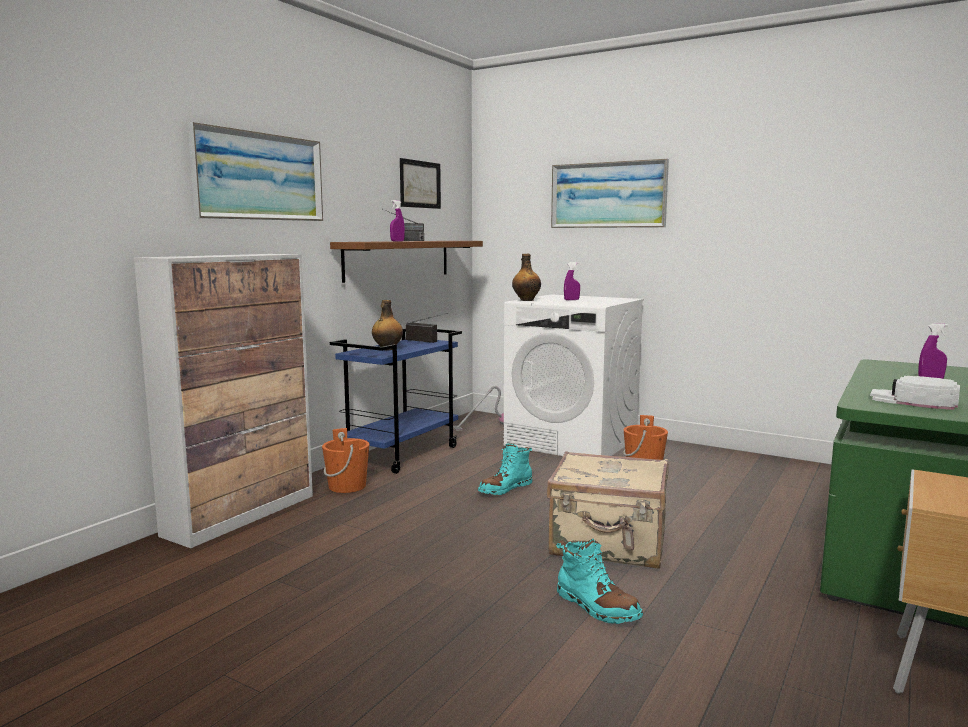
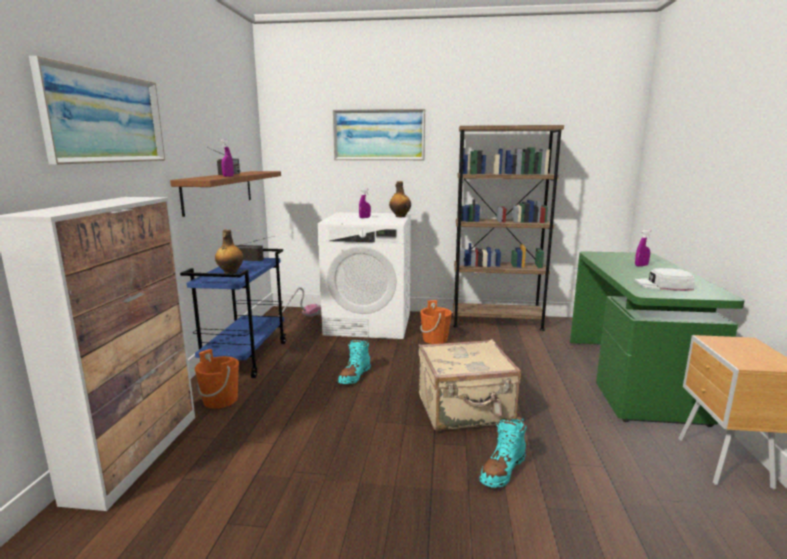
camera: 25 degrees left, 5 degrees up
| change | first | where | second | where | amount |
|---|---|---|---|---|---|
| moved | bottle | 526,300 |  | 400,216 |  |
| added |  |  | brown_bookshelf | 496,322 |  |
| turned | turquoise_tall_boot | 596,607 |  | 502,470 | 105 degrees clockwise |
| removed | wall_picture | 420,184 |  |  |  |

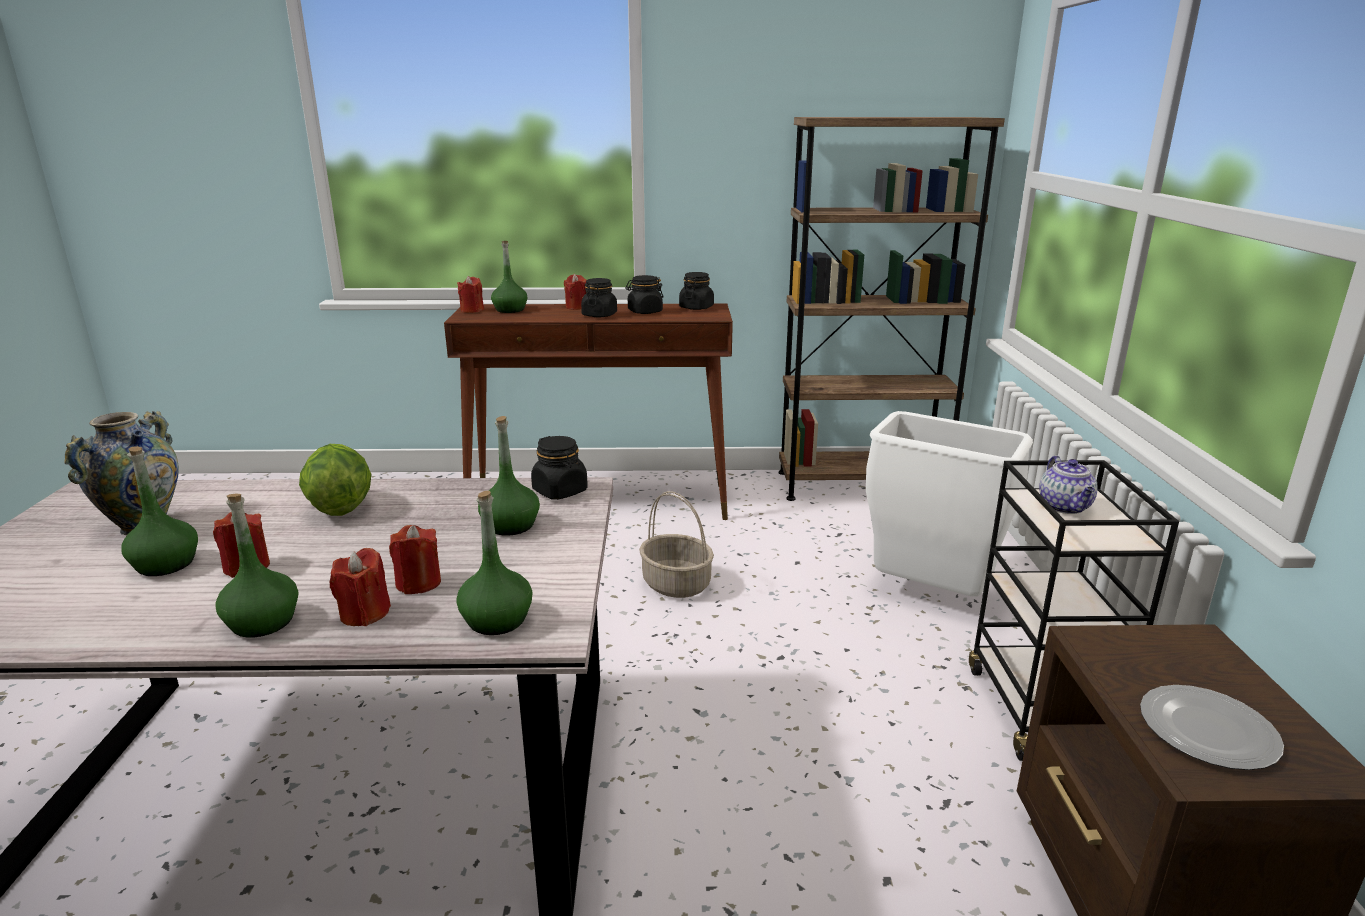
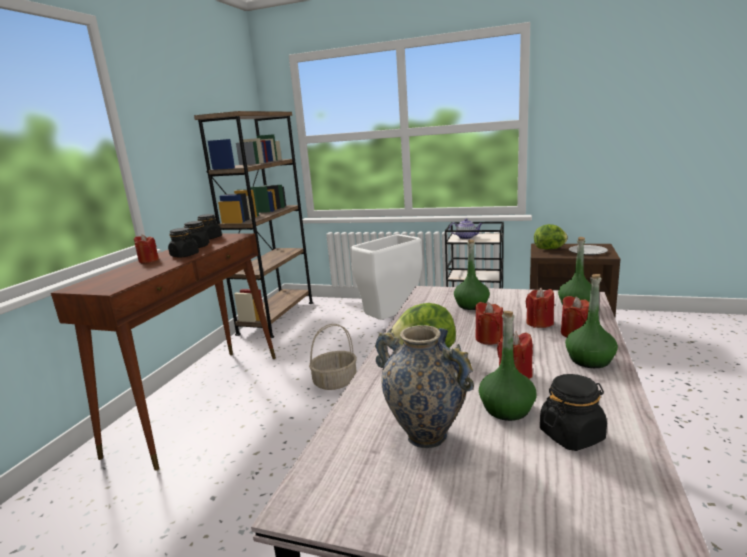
camera: 70 degrees left, 5 degrees down
| change | first | where | second | where | amount |
|---|---|---|---|---|---|
| moved | red-coloured_wax_candle | 472,310 |  | 489,338 |  |
| added |  |  | head_of_lettuce | 550,249 |  |
| moved | blackish_preserve_jar | 560,491 |  | 572,435 |  |
| removed | green_bottle | 510,310 |  |  |  |

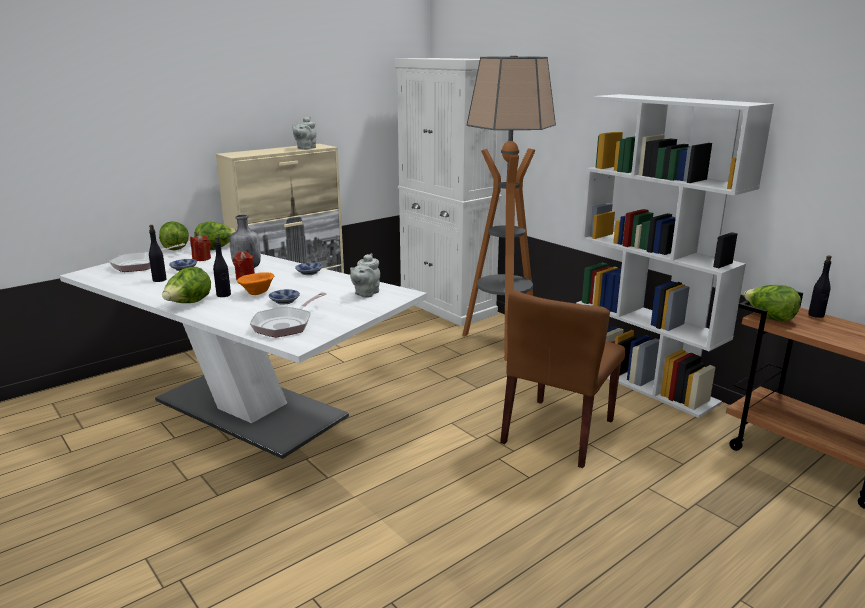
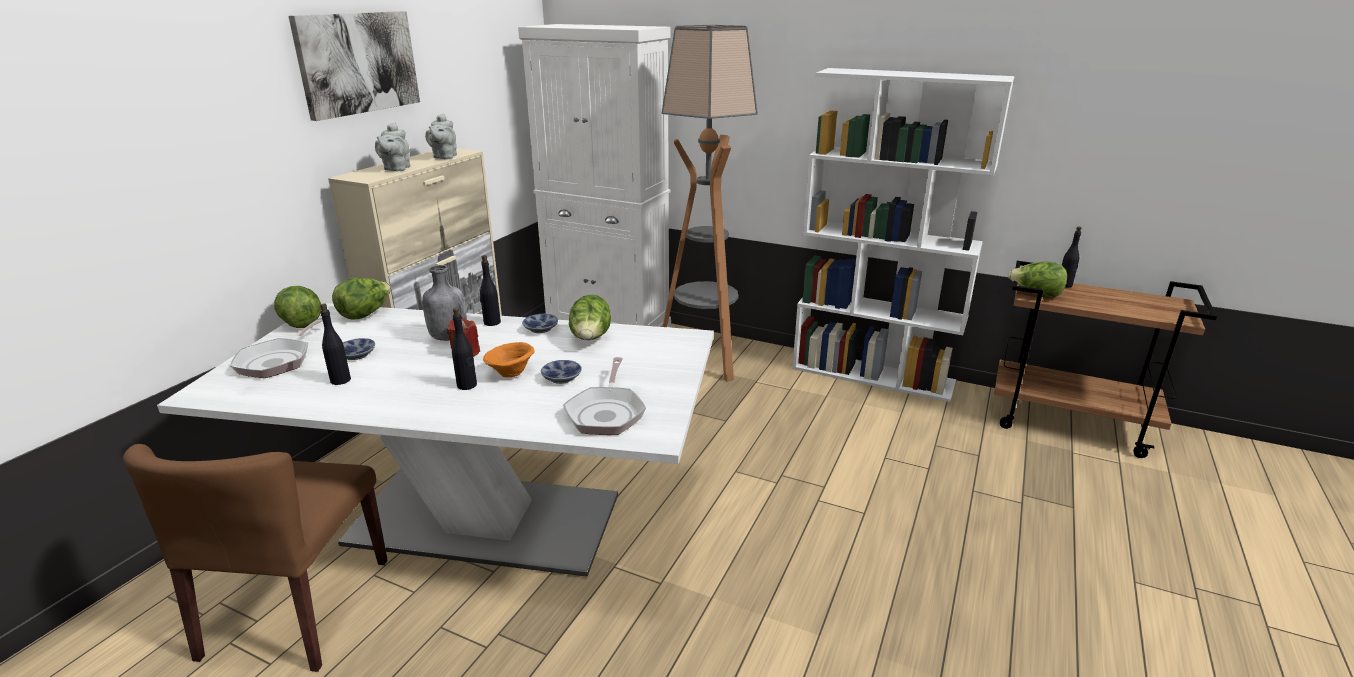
camera: 25 degrees left, 5 degrees up
| change | first | where | second | where | amount |
|---|---|---|---|---|---|
| moved | brown_chair | 558,432 |  | 297,608 |  |
| added |  |  | wall_picture | 358,63 |  |
| moved | grey_tea_pot | 365,293 |  | 396,169 |  |
| added |  |  | blackish_bottle | 492,322 |  |
| moved | head_of_lettuce | 189,304 |  | 591,339 |  |
| removed | red-coloured_wax_candle | 202,258 |  |  |  |

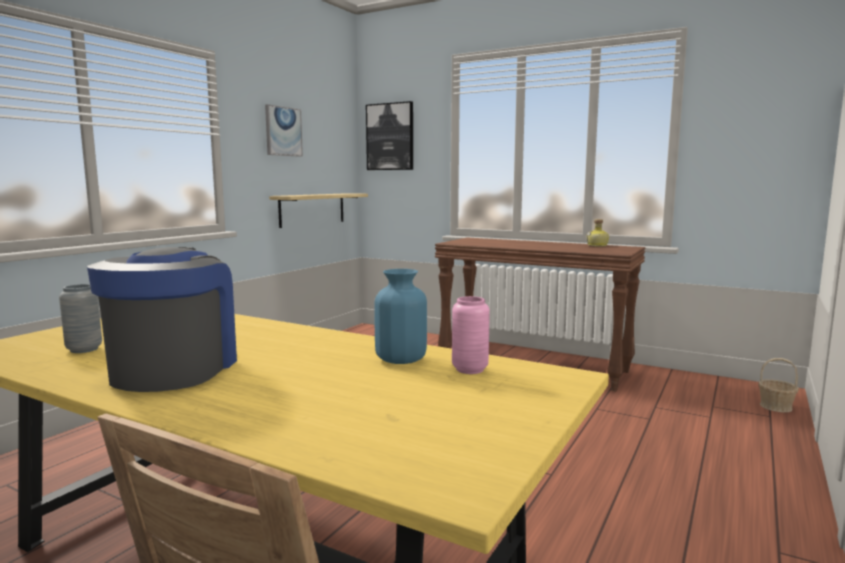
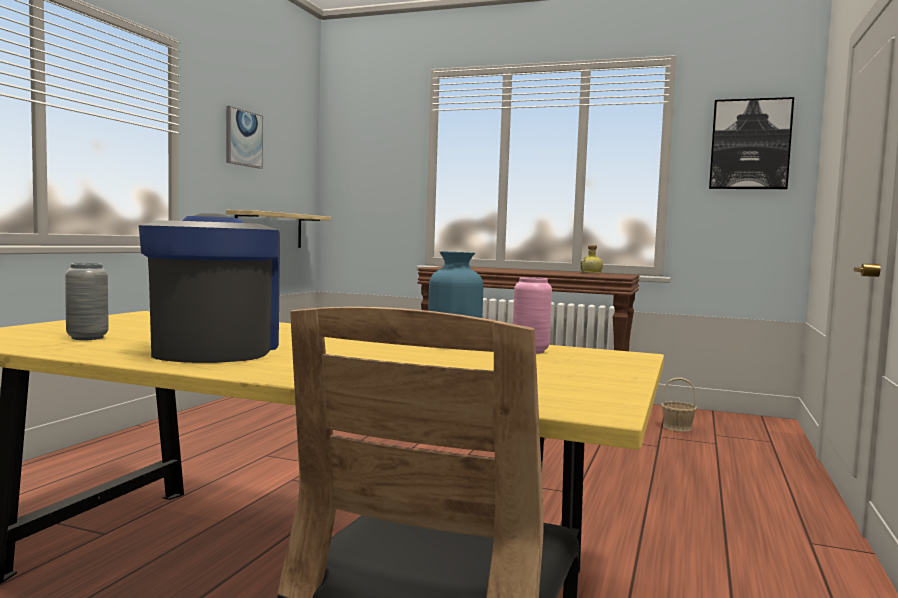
camera: 10 degrees left, 5 degrees down
| change | first | where | second | where | amount |
|---|---|---|---|---|---|
| moved | basket | 776,406 |  | 677,427 |  |
| moved | wall_picture | 390,137 |  | 750,144 |  |

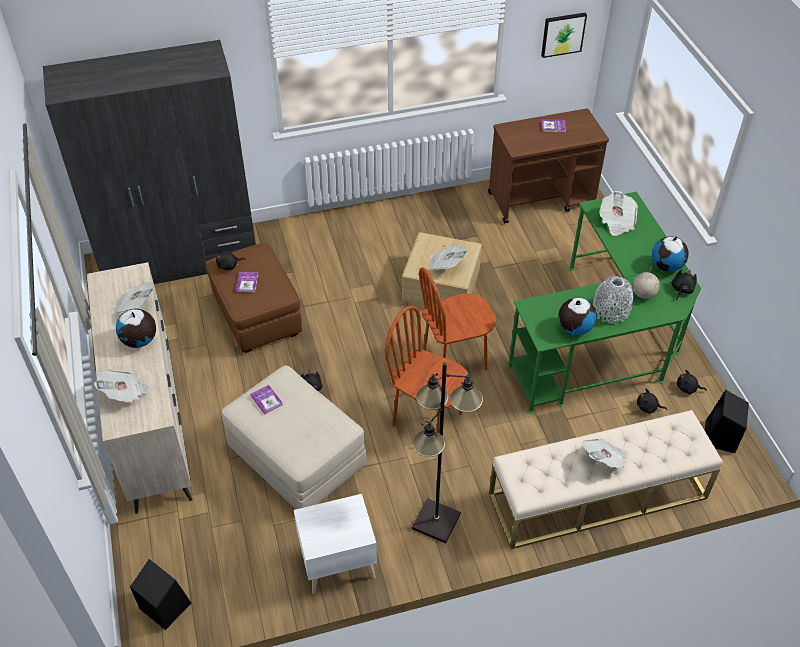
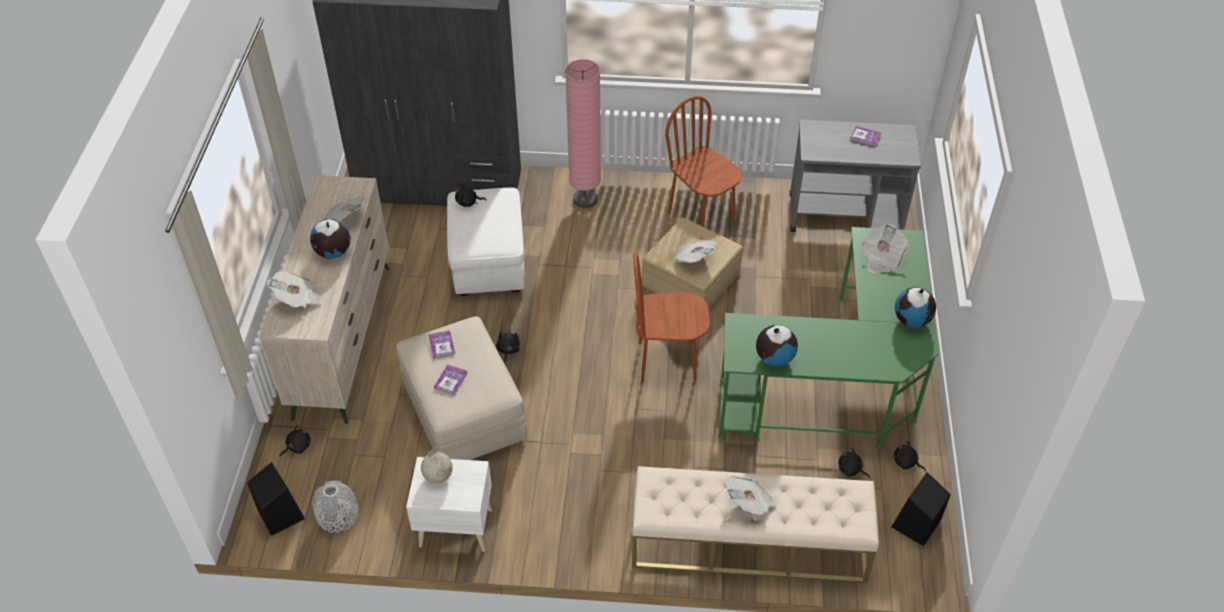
camera: 20 degrees right, 0 degrees up
| change | first | where | second | where | amount |
|---|---|---|---|---|---|
| moved | blackish_soft_toy | 681,290 |  | 297,446 |  |
| moved | grey_flower_vase | 610,310 |  | 338,515 |  |
| moved | desk_globe | 643,294 |  | 437,476 |  |
| moved | volume | 247,283 |  | 451,380 |  |
| recoloured | brown_ottoman | 257,316 | white_ottoman | 488,262 |  |
| added |  |  | pink-coloured_standing_lamp | 585,199 |  |
| moved | brown_chair | 427,419 |  | 701,216 |  |
| recoloured | brown_trolley | 541,199 | grey_trolley | 845,215 |  |
| removed | blackish_standing_lamp | 436,522 |  |  |  |
| removed | wall_picture | 563,34 |  |  |  |

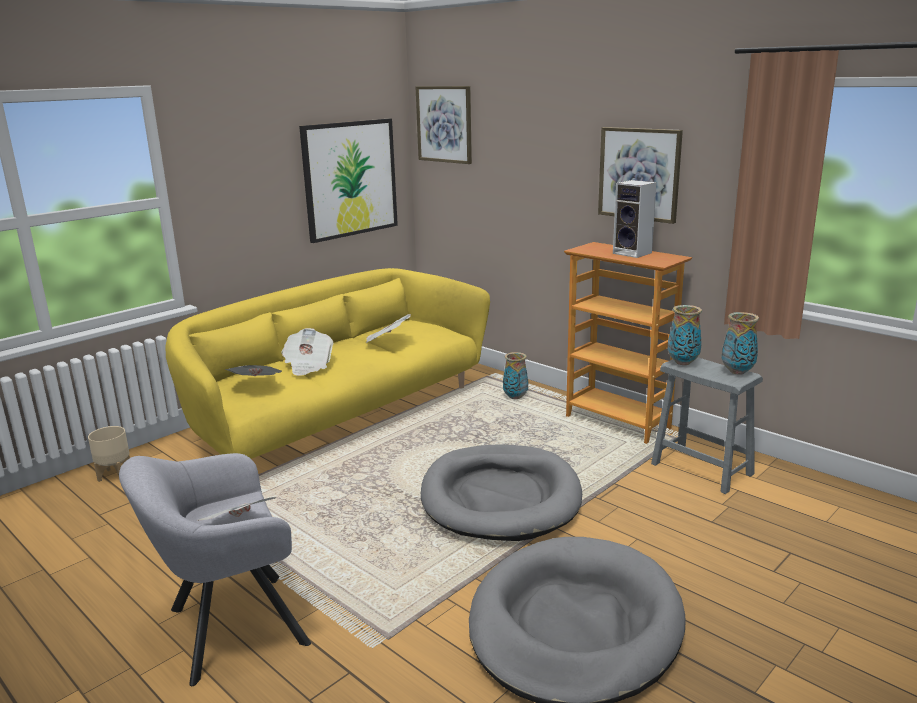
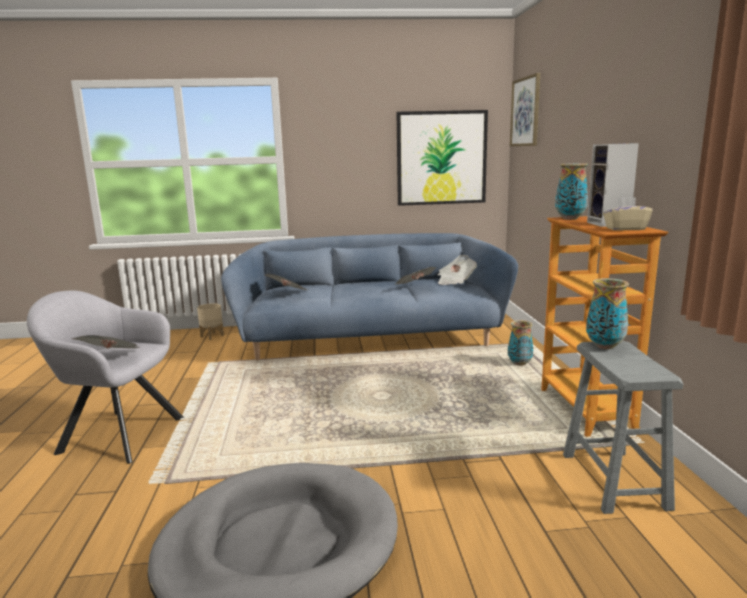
camera: 40 degrees right, 5 degrees down
| change | first | where | second | where | amount |
|---|---|---|---|---|---|
| recoloured | yellow-coloured_sofa | 337,417 | blue-coloured_sofa | 370,340 |  |
| moved | printed_paper | 308,365 |  | 455,281 |  |
| moved | flower_vase | 737,372 |  | 569,219 |  |
| added |  |  | beige-coloured_box_of_tissues | 625,229 |  |
| removed | grey_dog_cushion | 500,497 |  |  |  |
| removed | wall_picture | 639,174 |  |  |  |

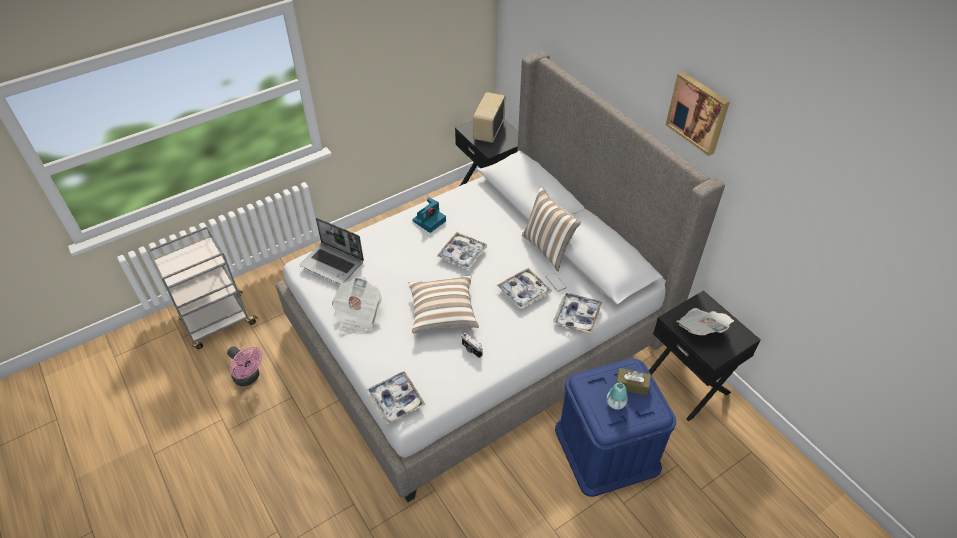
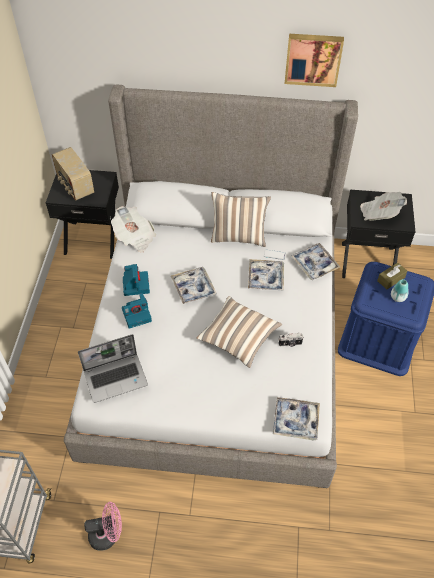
camera: 50 degrees left, 5 degrees up
| change | first | where | second | where | amount |
|---|---|---|---|---|---|
| moved | printed_paper | 357,315 |  | 135,237 |  |
| added |  |  | photo_camera | 137,314 |  |

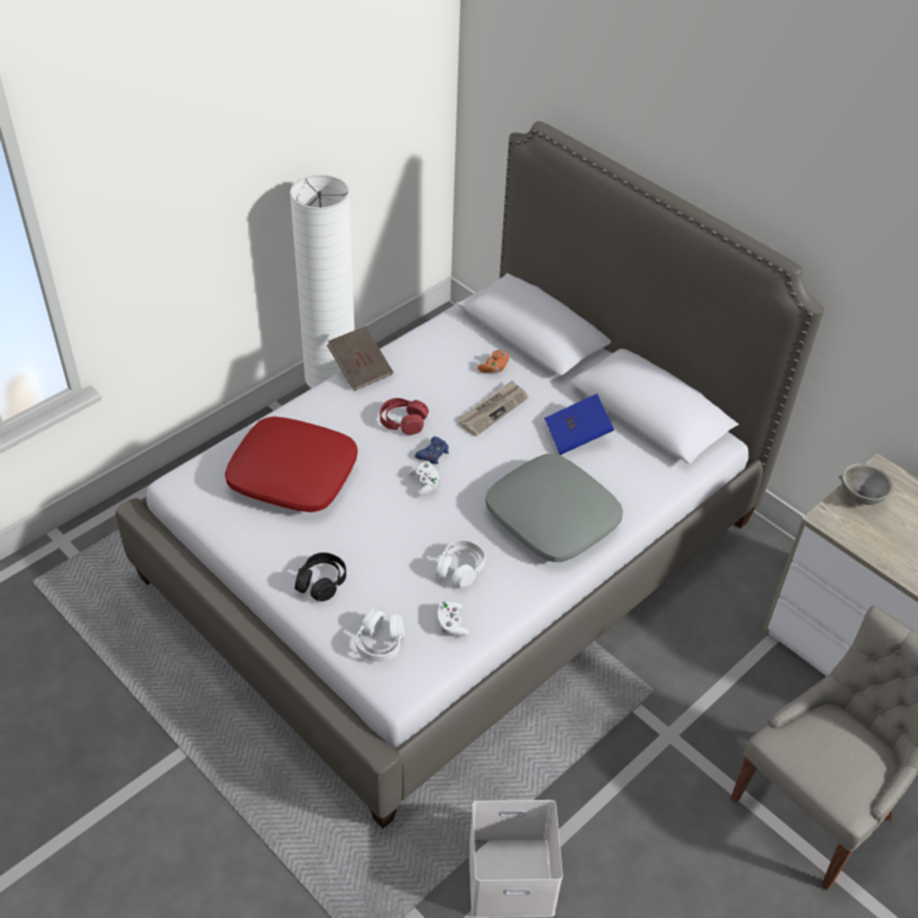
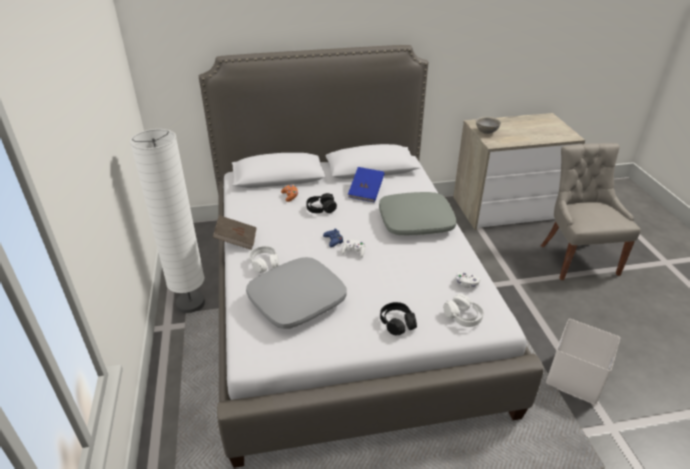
camera: 55 degrees left, 10 degrees down
| change | first | where | second | where | amount |
|---|---|---|---|---|---|
| recoloured | red-coloured_throw_pillow | 294,474 | grey_throw_pillow | 297,300 |  |
| moved | white_headset | 460,569 |  | 264,264 |  |
| replaced | printed_paper | 493,409 | blackish_headset | 321,209 |  |
| removed | red-coloured_headset | 403,422 |  |  |  |

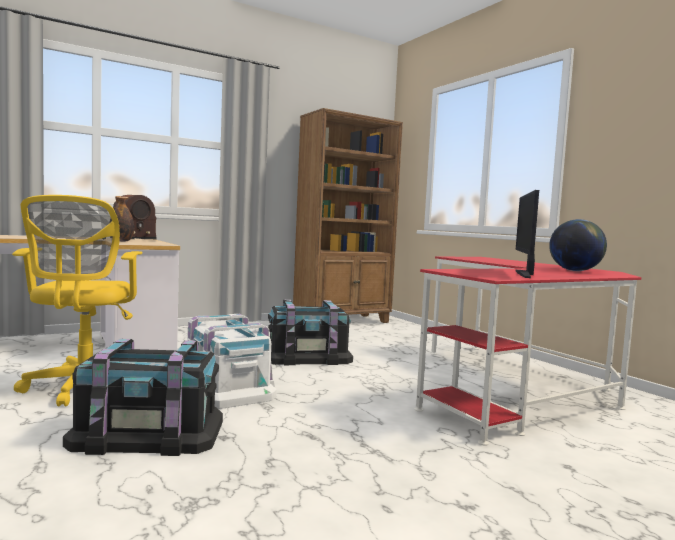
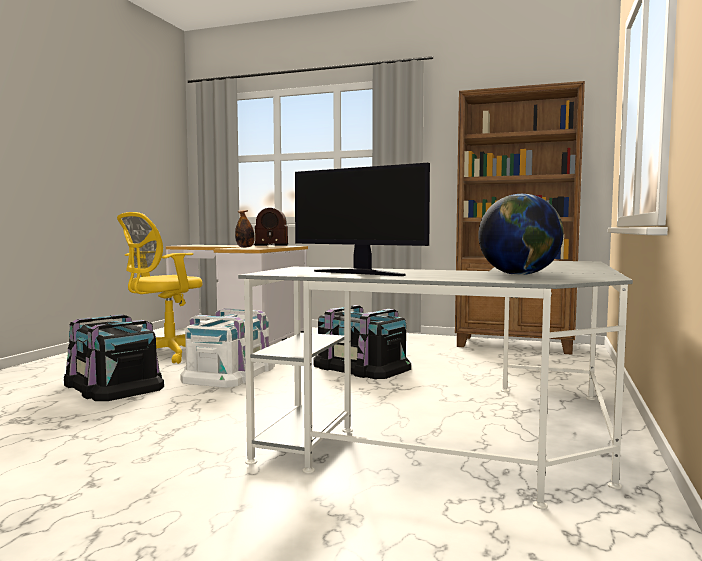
camera: 50 degrees right, 0 degrees up
| change | first | where | second | where | amount |
|---|---|---|---|---|---|
| recoloured | red-coloured_desk_table | 515,387 | grey_desk_table | 477,441 |  |
| turned | computer_screen | 525,274 |  | 359,273 | 120 degrees counterclockwise |

